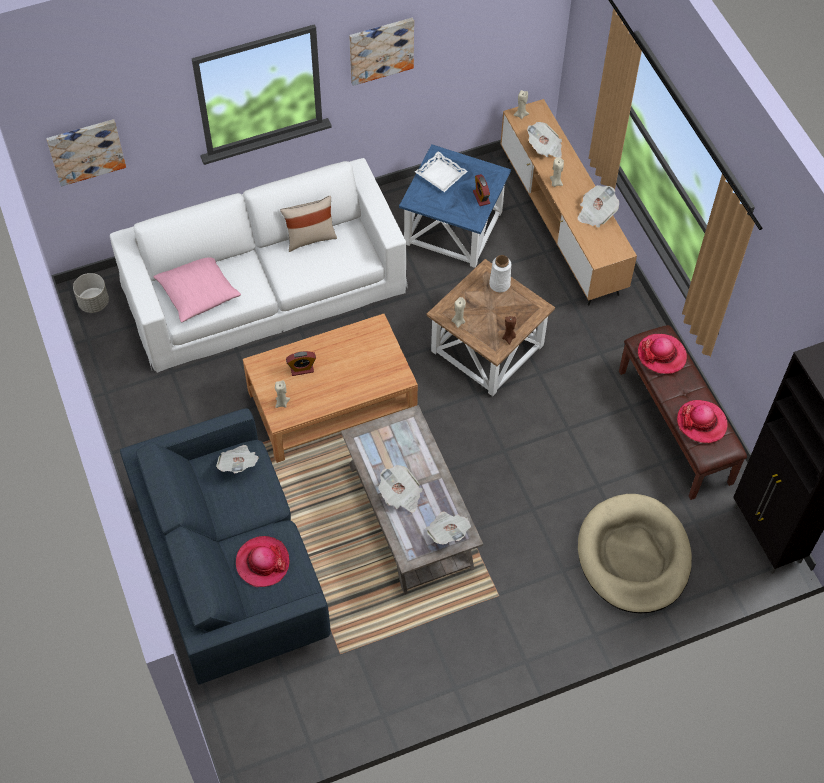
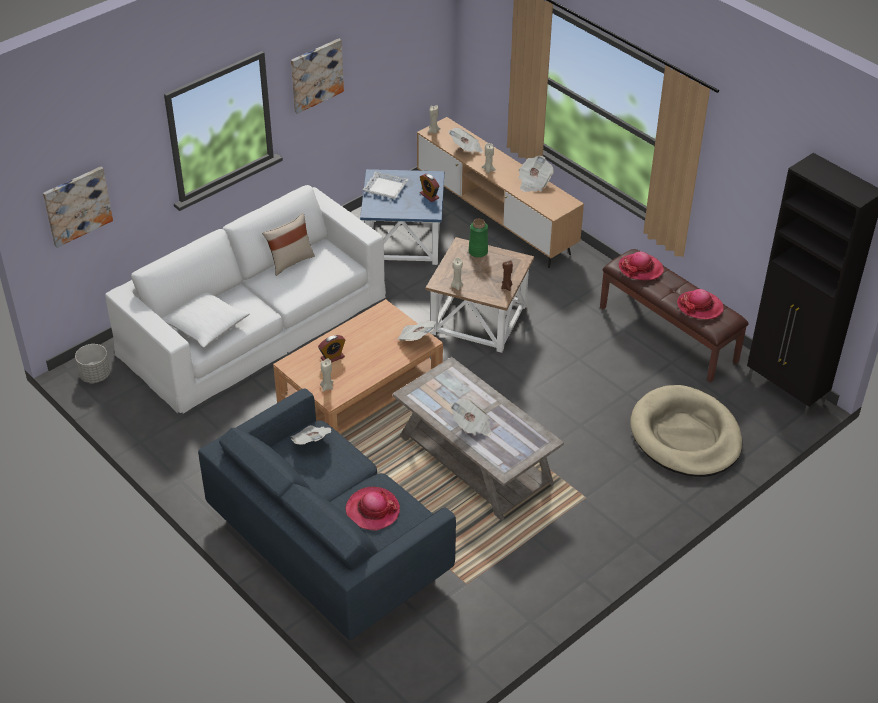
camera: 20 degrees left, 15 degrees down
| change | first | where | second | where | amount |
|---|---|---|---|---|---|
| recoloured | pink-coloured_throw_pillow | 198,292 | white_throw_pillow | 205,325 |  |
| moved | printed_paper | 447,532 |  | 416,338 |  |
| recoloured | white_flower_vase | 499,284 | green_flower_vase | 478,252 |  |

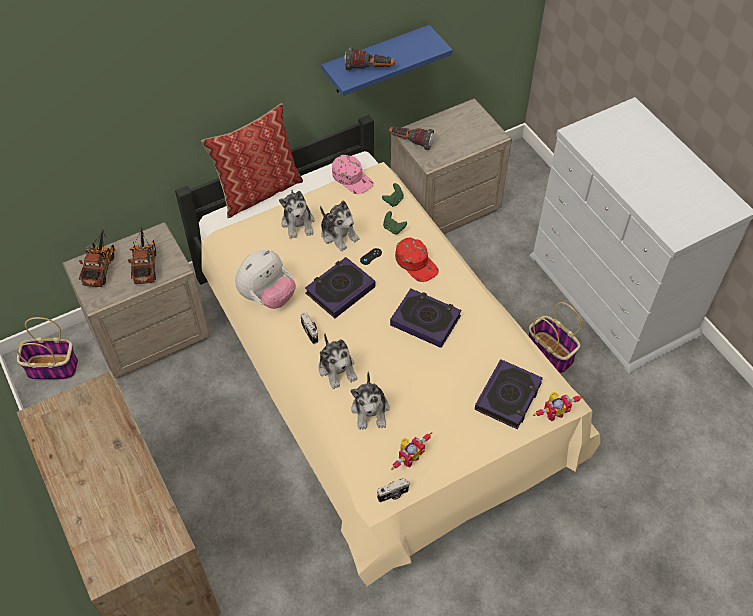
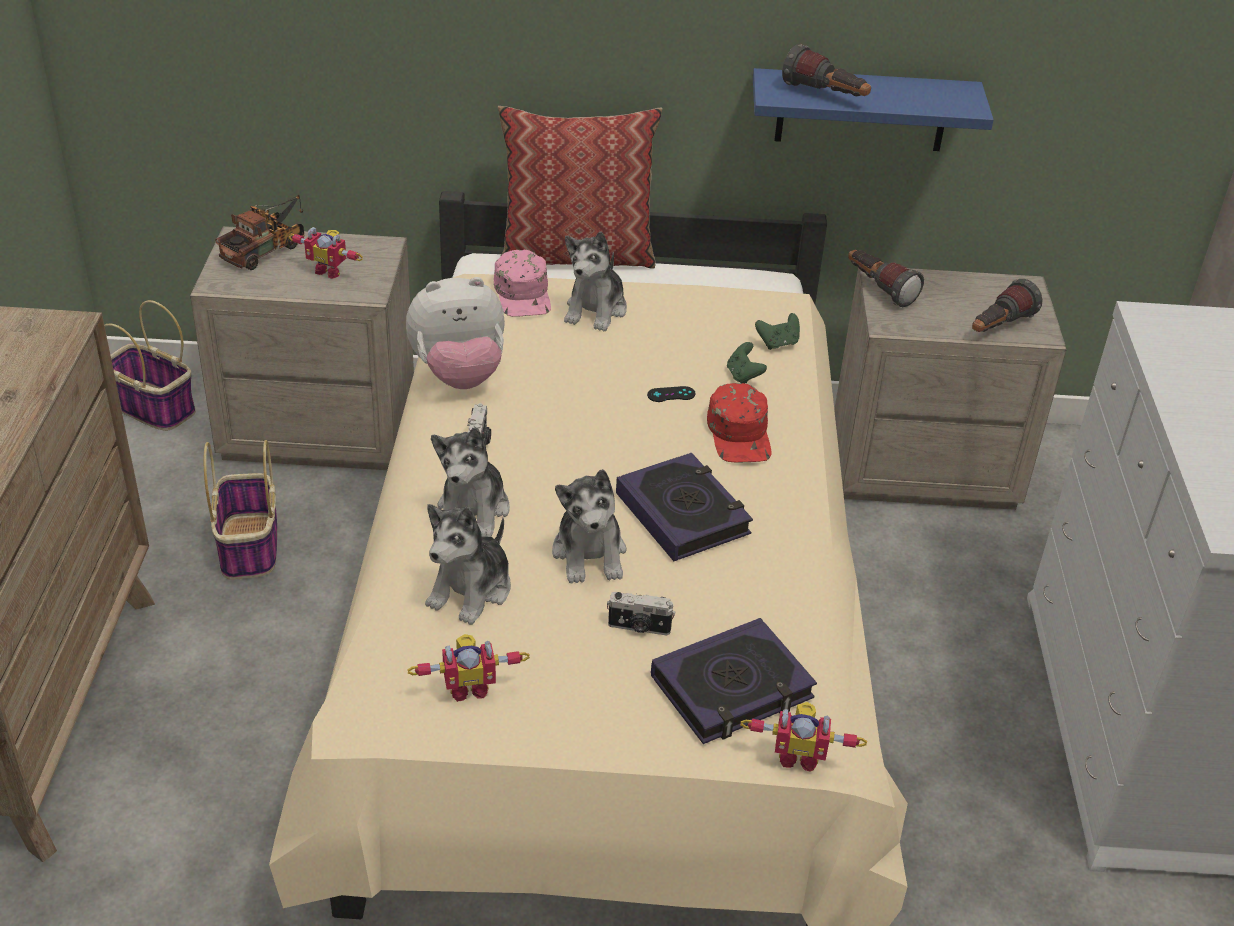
camera: 30 degrees right, 15 degrees down
| change | first | where | second | where | amount |
|---|---|---|---|---|---|
| moved | basket | 550,353 |  | 249,548 |  |
| replaced | model_truck | 145,263 | model_robot | 330,270 |  |
| moved | pink-coloured_baseball_cap | 352,178 |  | 523,294 |  |
| moved | soft_toy | 338,234 |  | 590,553 |  |
| moved | photo_camera | 393,495 |  | 639,628 |  |
| added |  |  | flashlight | 998,328 |  |
| removed | volume | 340,290 |  |  |  |

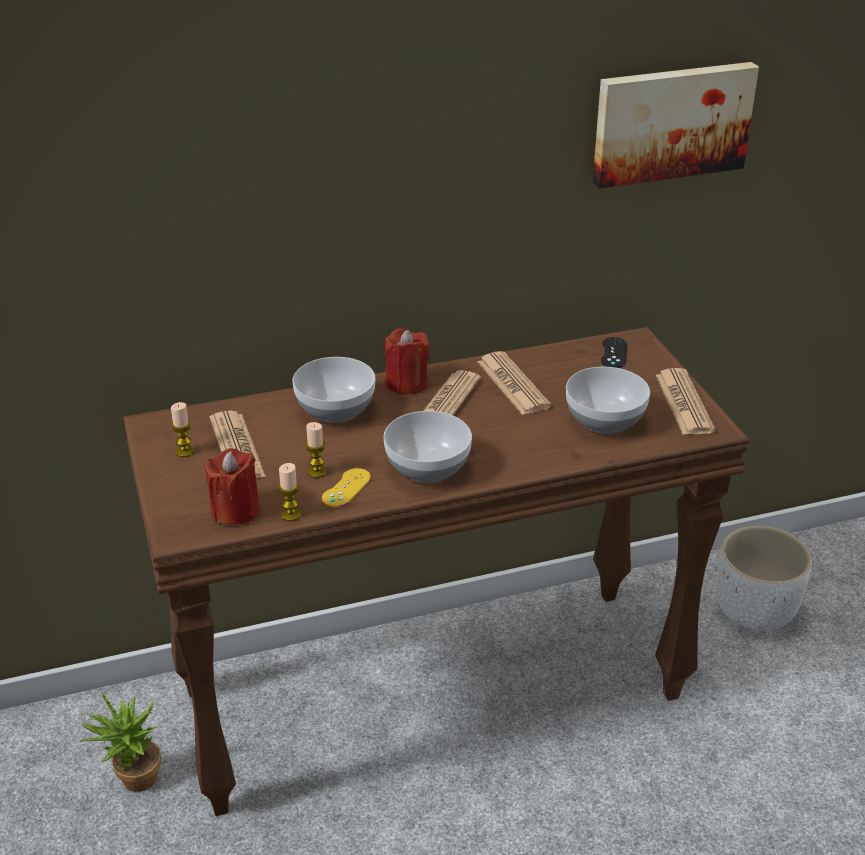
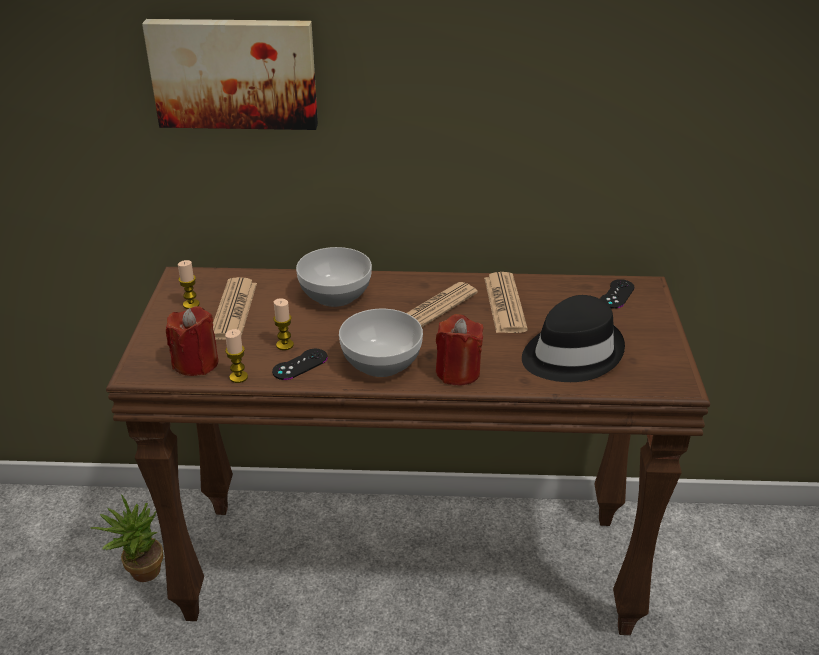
camera: 20 degrees right, 0 degrees up
| change | first | where | second | where | amount |
|---|---|---|---|---|---|
| moved | wall_picture | 671,122 |  | 234,73 |  |
| recoloured | yellow-coloured_game_controller | 346,488 | blackish_game_controller | 300,364 |  |
| moved | red-coloured_wax_candle | 406,383 |  | 458,372 |  |
| replaced | bowl | 603,420 | blackish_hat | 570,354 |  |
| removed | printed_paper | 684,403 |  |  |  |
| removed | white_planter | 755,611 |  |  |  |

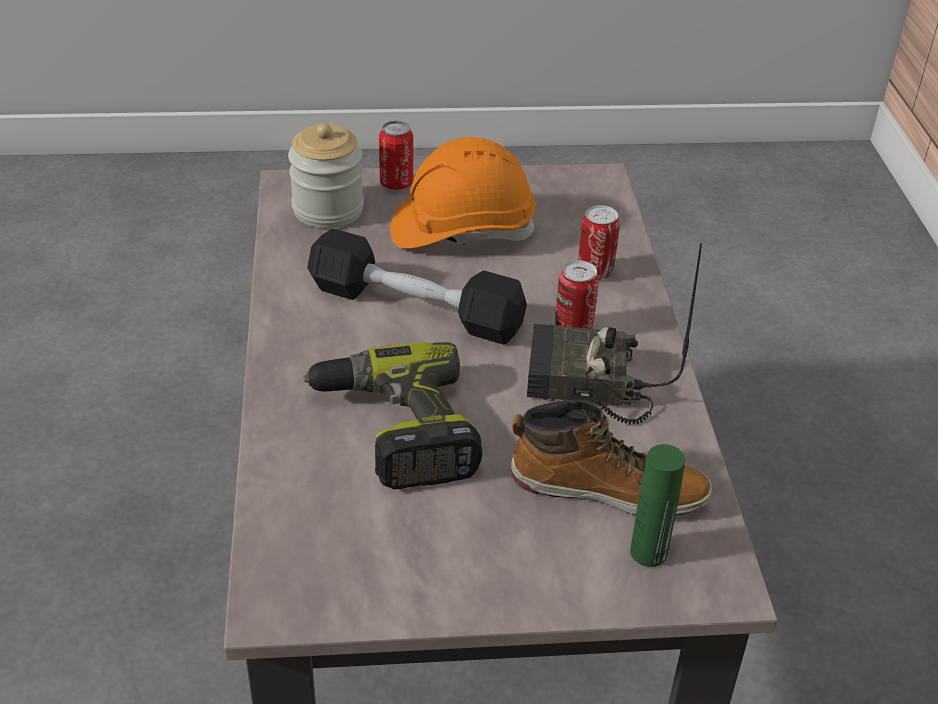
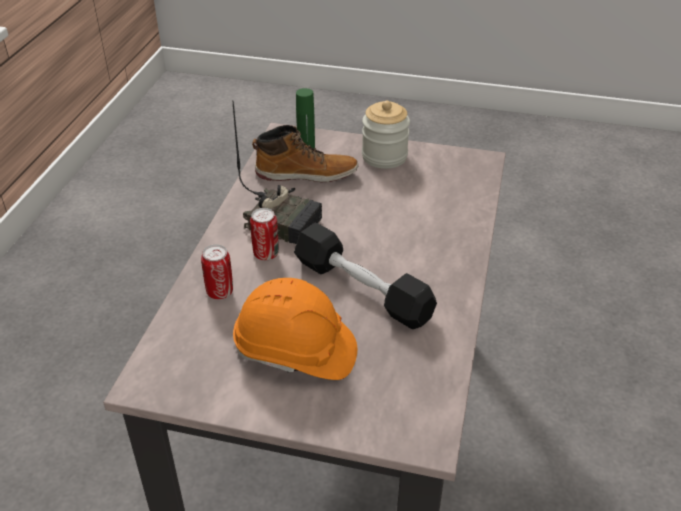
camera: 160 degrees left, 0 degrees up
| change | first | where | second | where | amount |
|---|---|---|---|---|---|
| turned | tall_boot | 608,488 |  | 306,173 | 150 degrees clockwise |
| moved | preserve_jar | 328,210 |  | 384,156 |  |
| removed | power_drill | 395,430 |  |  |  |
| removed | sealed_can | 396,183 |  |  |  |

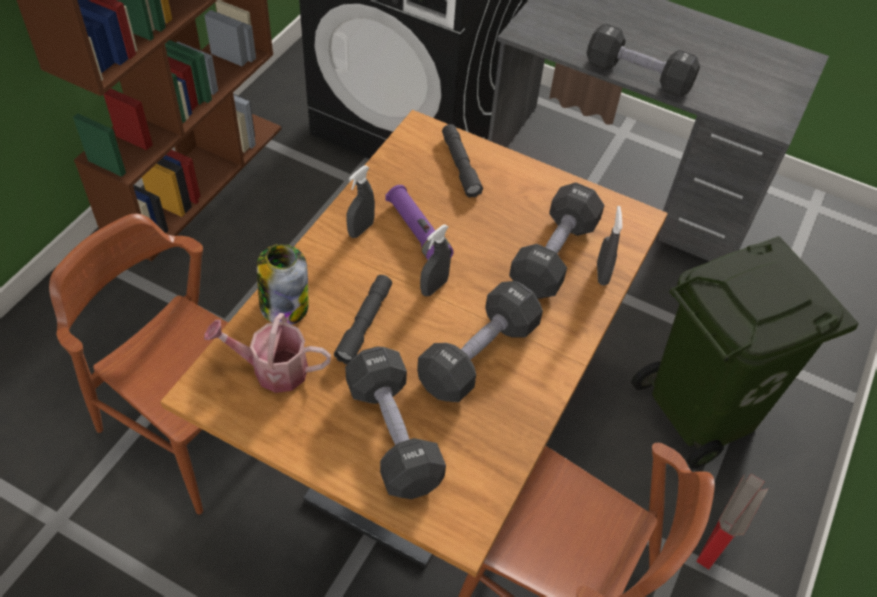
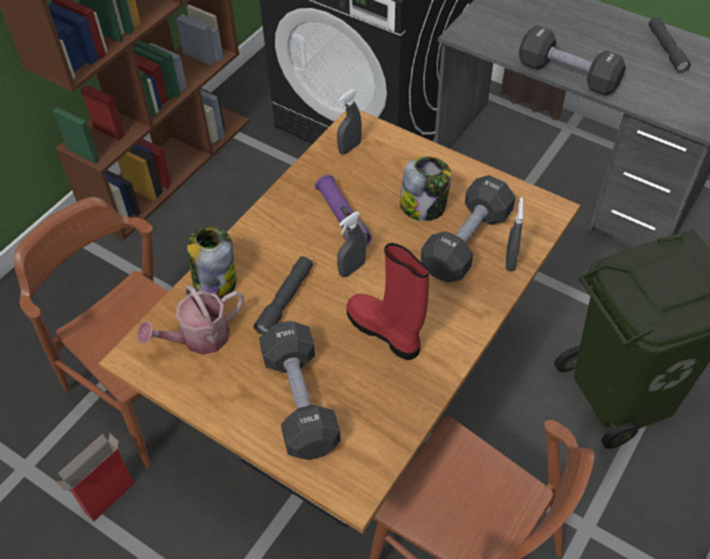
camera: 10 degrees right, 0 degrees up
| change | first | where | second | where | amount |
|---|---|---|---|---|---|
| moved | carton | 714,544 |  | 109,499 |  |
| turned | watering_pot | 272,369 |  | 199,338 | 45 degrees counterclockwise |
| moved | grey_hand_sprayer | 361,229 |  | 349,147 |  |
| replaced | blackish_dumbbell | 478,355 | red-coloured_tall_boot | 386,332 |  |
| added |  |  | preserve_jar | 424,206 |  |
| moved | grey_flashlight | 460,166 |  | 666,50 |  |

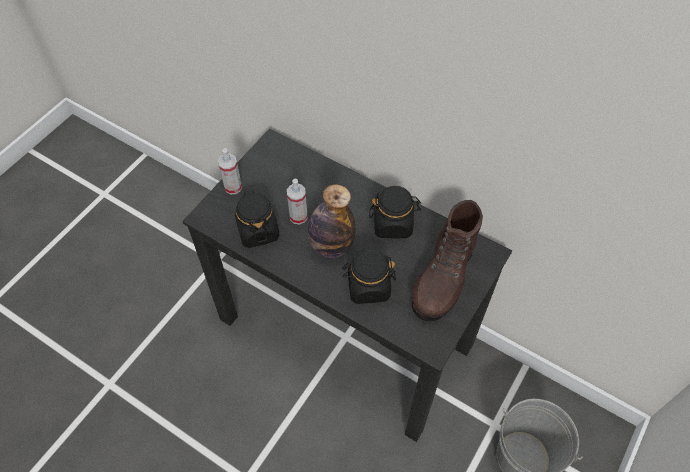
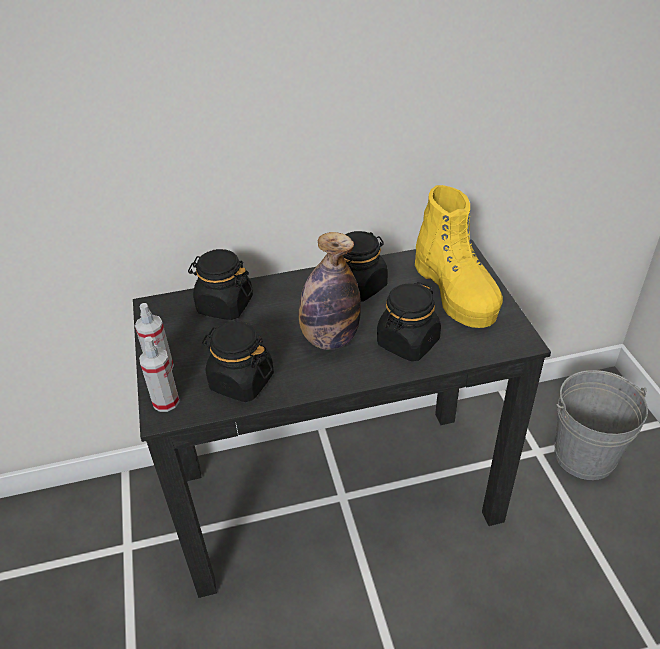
camera: 45 degrees left, 15 degrees down
| change | first | where | second | where | amount |
|---|---|---|---|---|---|
| moved | hand_sprayer | 298,216 |  | 166,401 |  |
| added |  |  | blackish_preserve_jar | 224,305 |  |
| recoloured | brown_tall_boot | 443,280 | yellow-coloured_tall_boot | 455,292 |  |

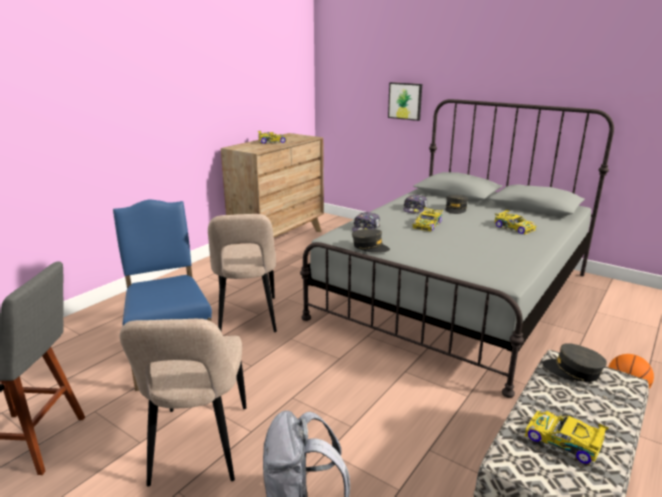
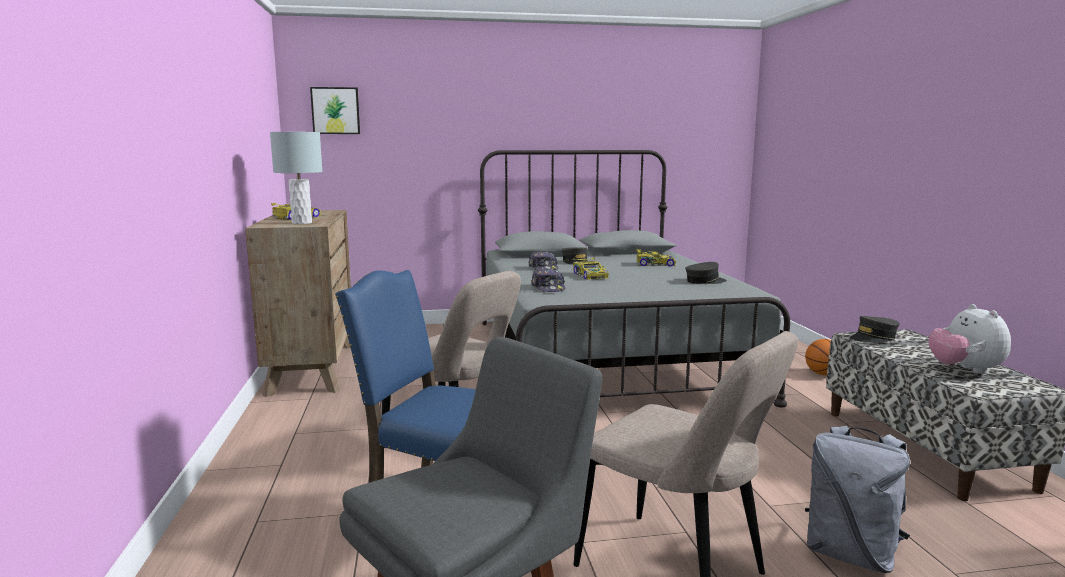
camera: 45 degrees left, 10 degrees down
| change | first | where | second | where | amount |
|---|---|---|---|---|---|
| added |  |  | grey_lamp_for_a_table | 302,223 |  |
| moved | wall_picture | 405,101 |  | 335,111 |  |
| moved | grey_baseball_cap | 370,247 |  | 705,281 |  |
| replaced | miniature_car | 564,442 | soft_toy | 965,370 |  |

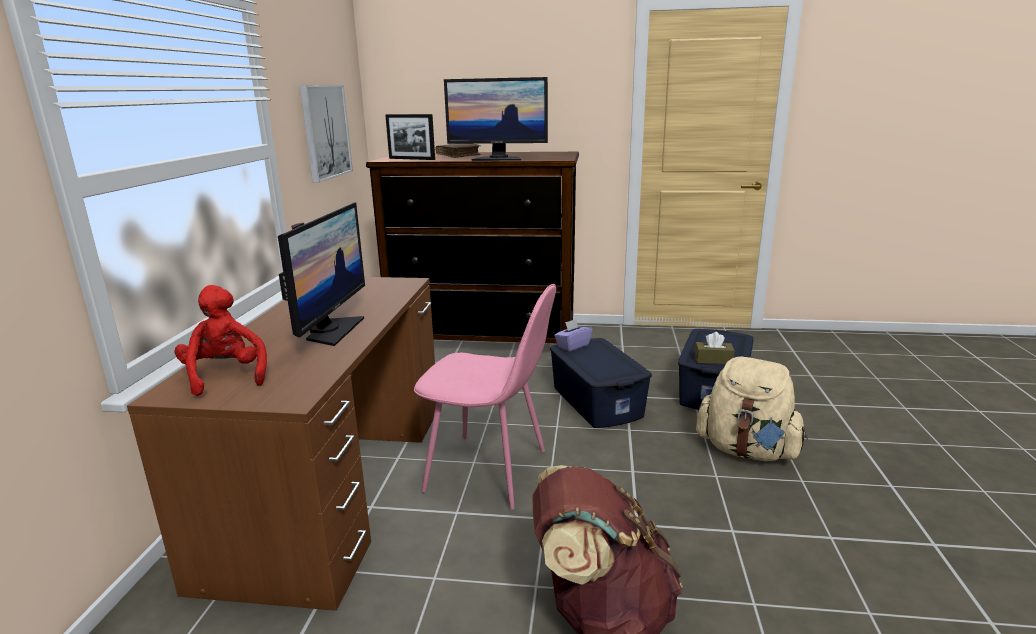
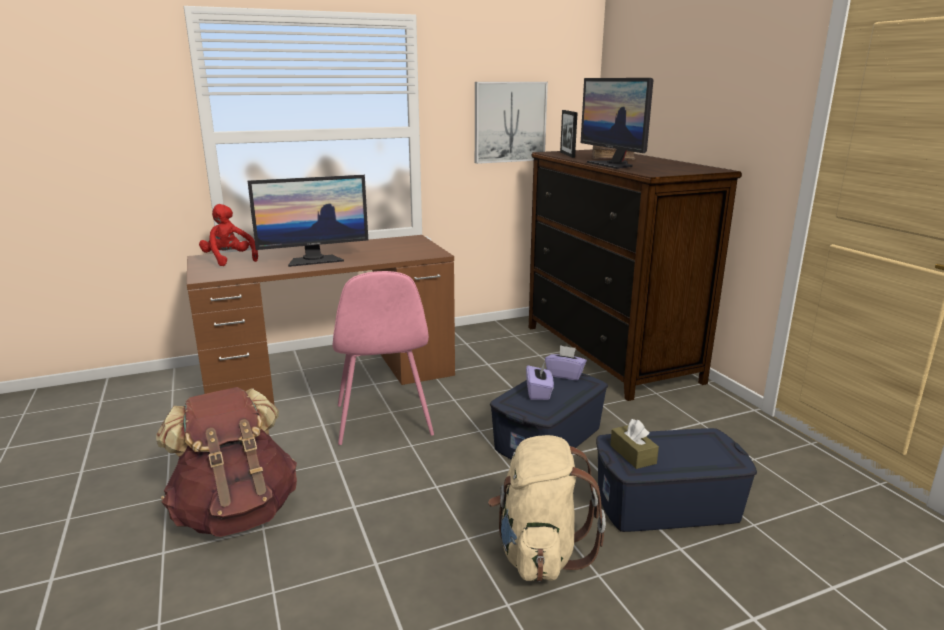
camera: 60 degrees right, 0 degrees up
| change | first | where | second | where | amount |
|---|---|---|---|---|---|
| turned | red-coloured_soft_toy | 226,376 |  | 229,260 | 75 degrees counterclockwise |
| added |  |  | purple_box_of_tissues | 539,393 |  |

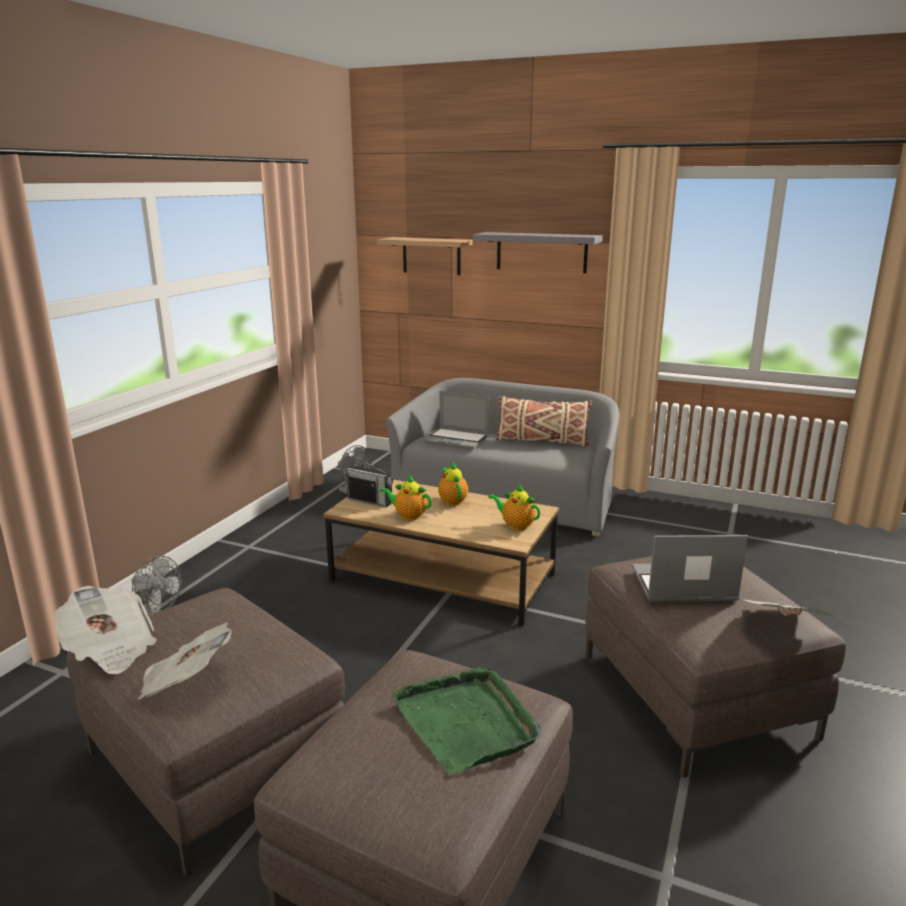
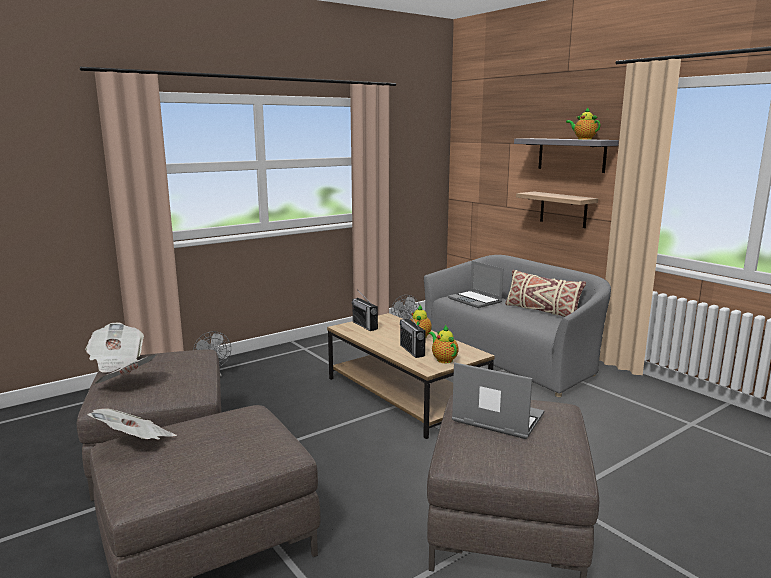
camera: 30 degrees right, 5 degrees down
| change | first | where | second | where | amount |
|---|---|---|---|---|---|
| moved | printed_paper | 783,627 |  | 136,442 |  |
| added |  |  | radio | 412,350 |  |
| moved | wall_shelf | 431,256 |  | 563,209 |  |
| moved | tea_pot | 408,516 |  | 583,139 |  |
| removed | green_serving_tray | 467,721 |  |  |  |

